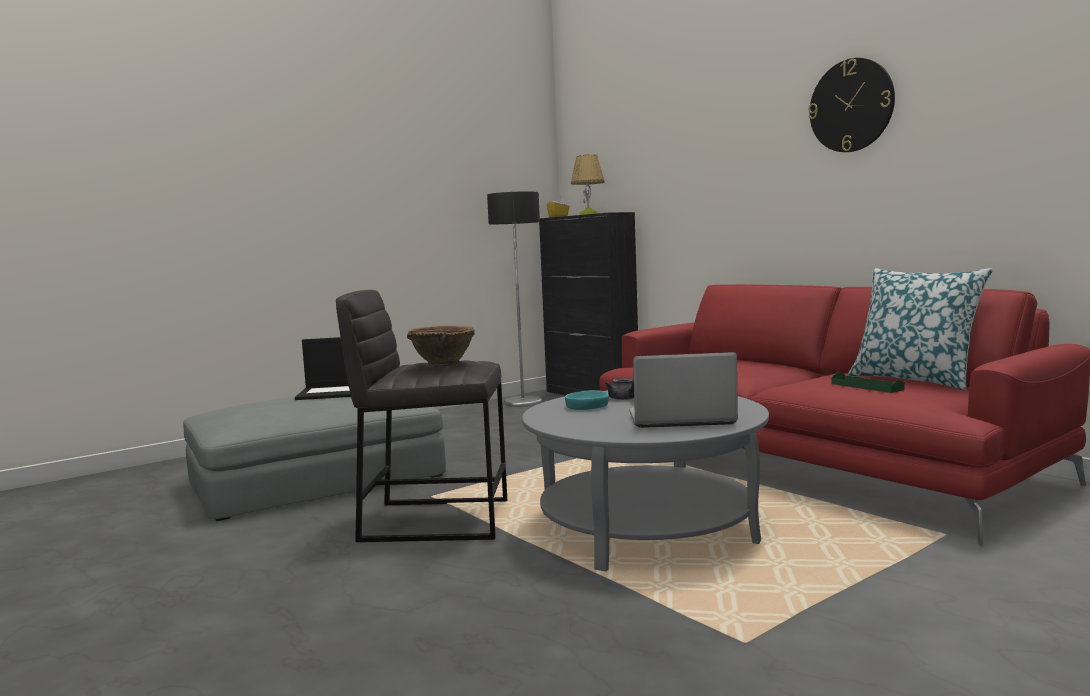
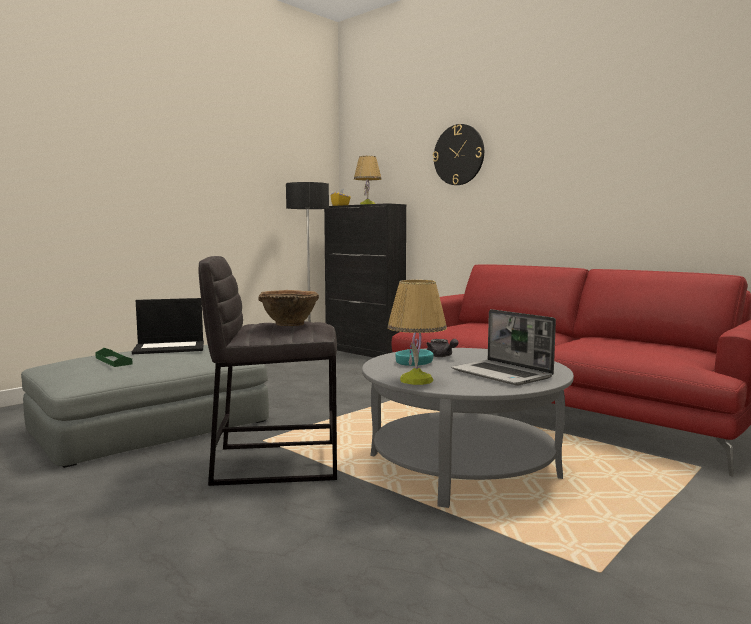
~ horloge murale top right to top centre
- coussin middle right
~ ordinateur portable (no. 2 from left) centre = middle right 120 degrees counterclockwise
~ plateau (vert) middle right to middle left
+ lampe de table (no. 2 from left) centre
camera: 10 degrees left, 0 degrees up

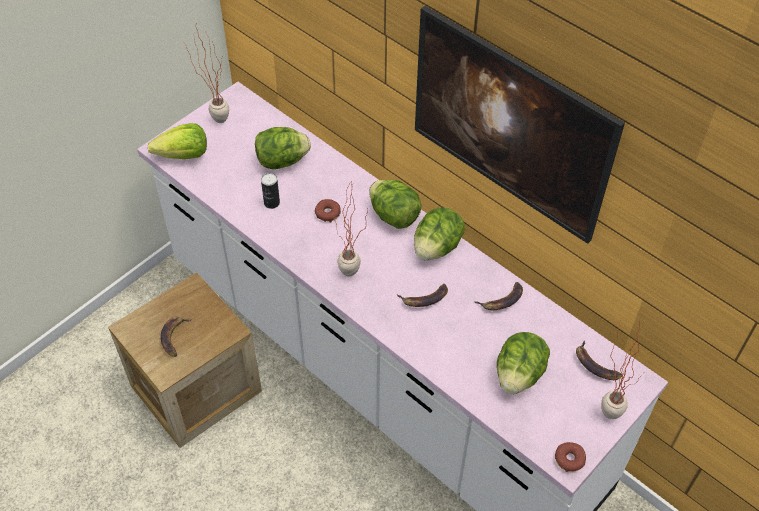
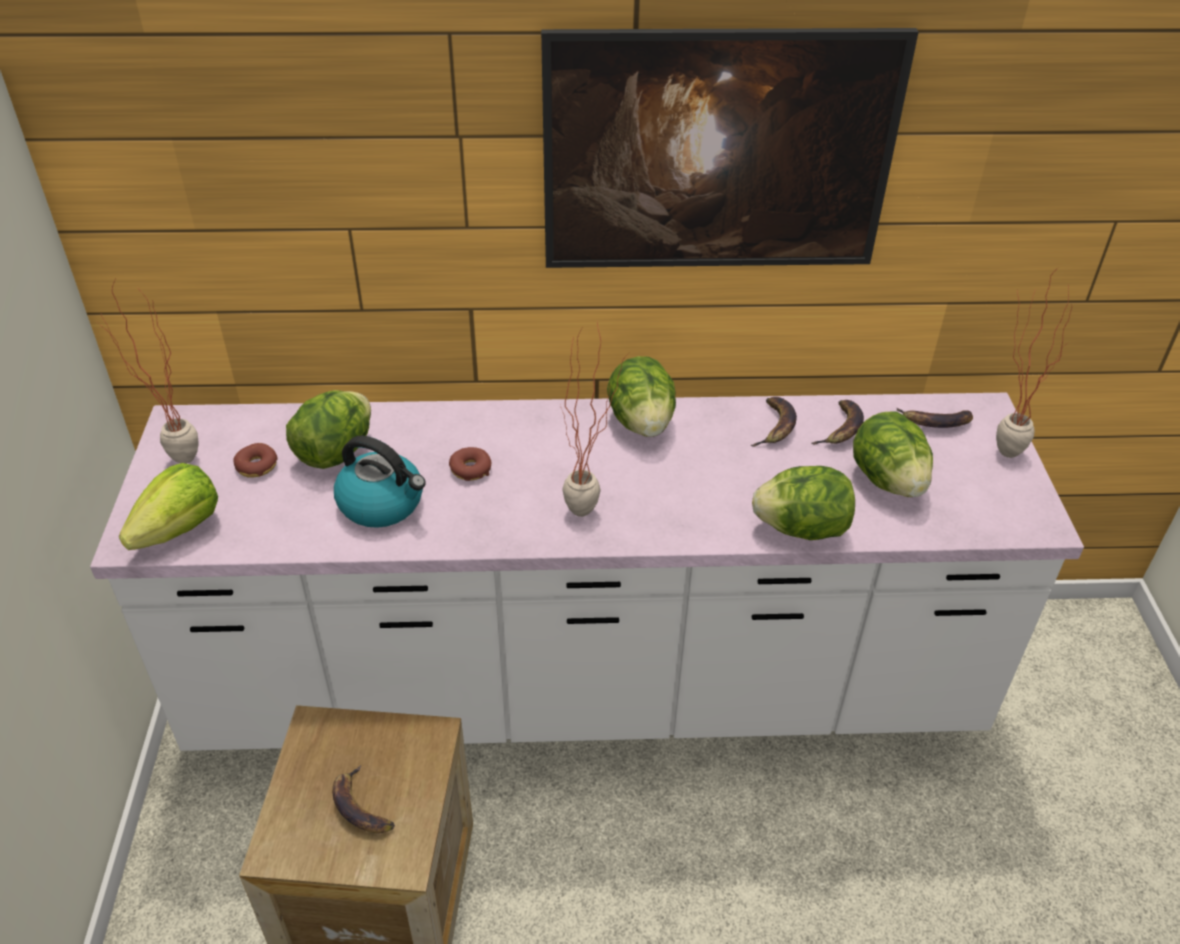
~ boîte métallique centre to bouilloire middle left
~ laitue (no. 3 from left in the first image) centre to laitue (no. 4 from left) middle right
~ banane (no. 2 from left in the first image) centre to banane (no. 3 from left) middle right
~ beignet (no. 2 from left in the first image) bottom right to beignet (no. 1 from left) middle left
camera: 45 degrees left, 10 degrees down

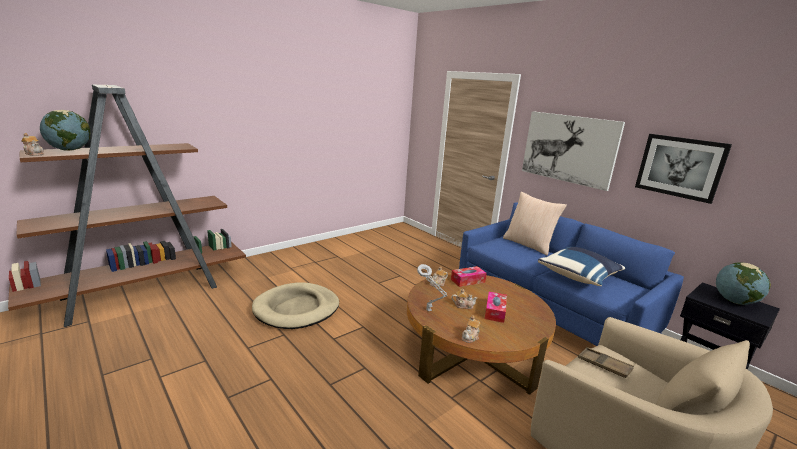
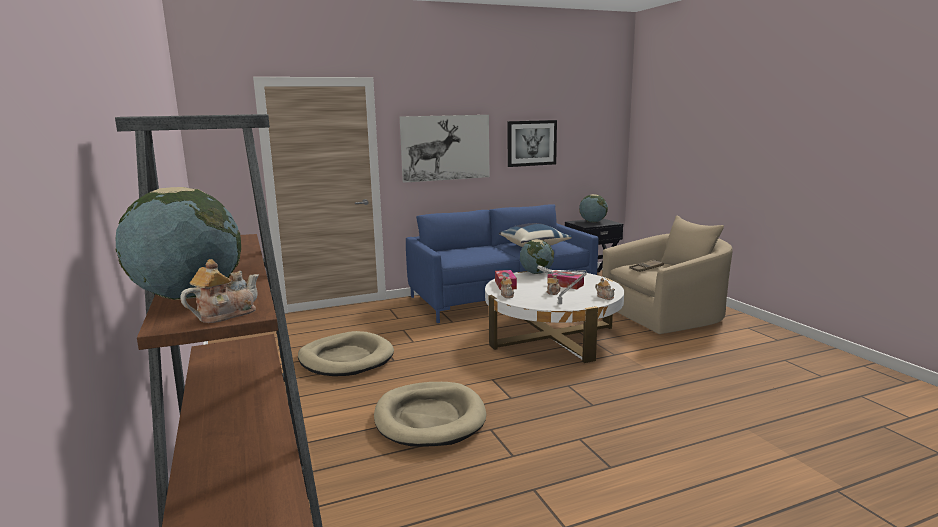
- coussin (beige) middle right
~ table basse (marron) bottom centre to table basse (blanc) centre
+ globe (no. 2 from left) centre
+ panier pour chien (beige) (no. 1 from left) bottom centre
camera: 70 degrees left, 5 degrees down

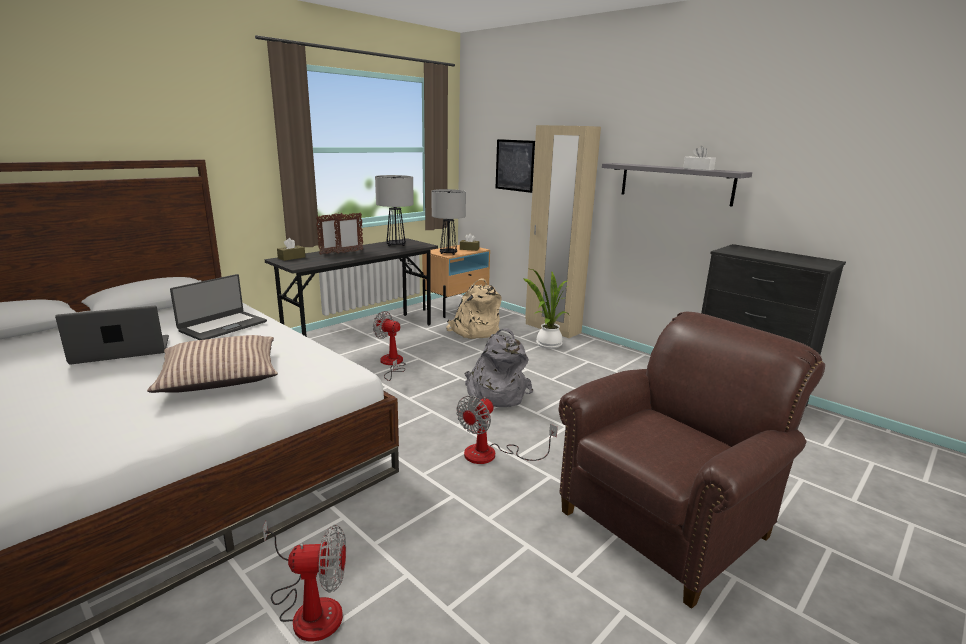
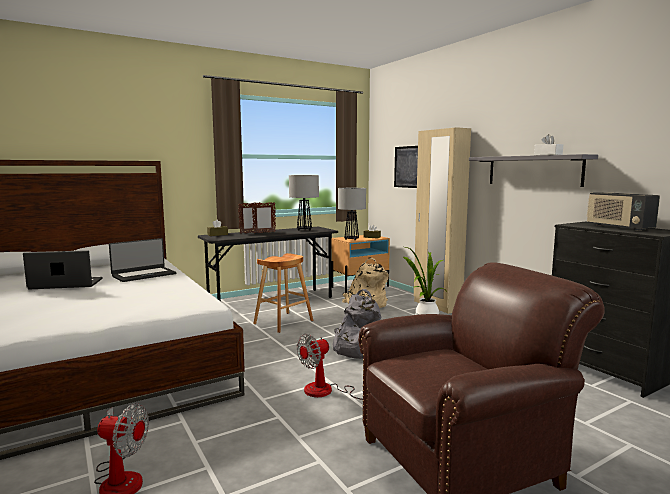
~ ventilateur (no. 2 from left) centre to tabouret (marron) centre
- coussin middle left
+ radio middle right
camera: 15 degrees right, 10 degrees down

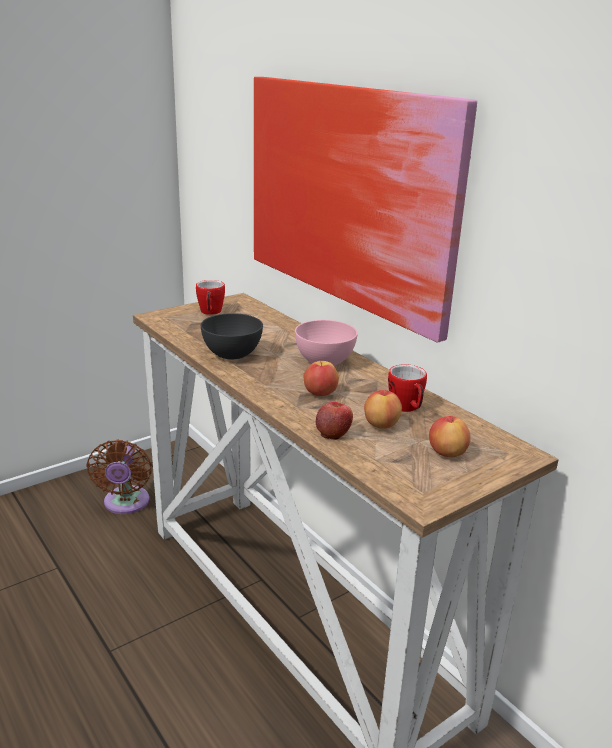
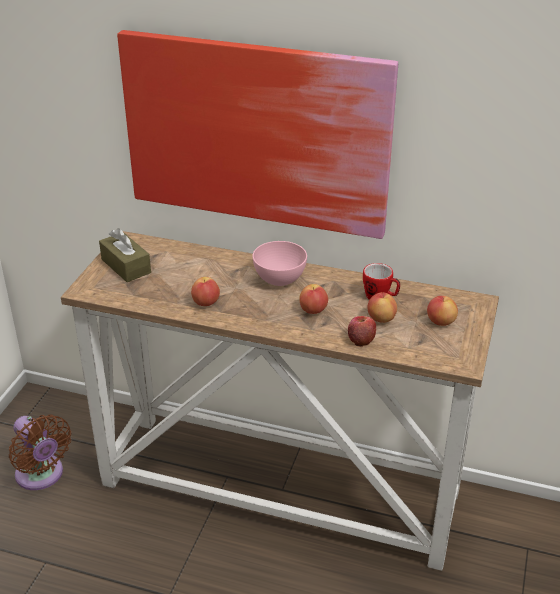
~ mug (no. 1 from left) centre to boîte à mouchoirs (marron) middle left
~ bol (gris) centre to pomme (no. 1 from left) centre
camera: 35 degrees left, 10 degrees up

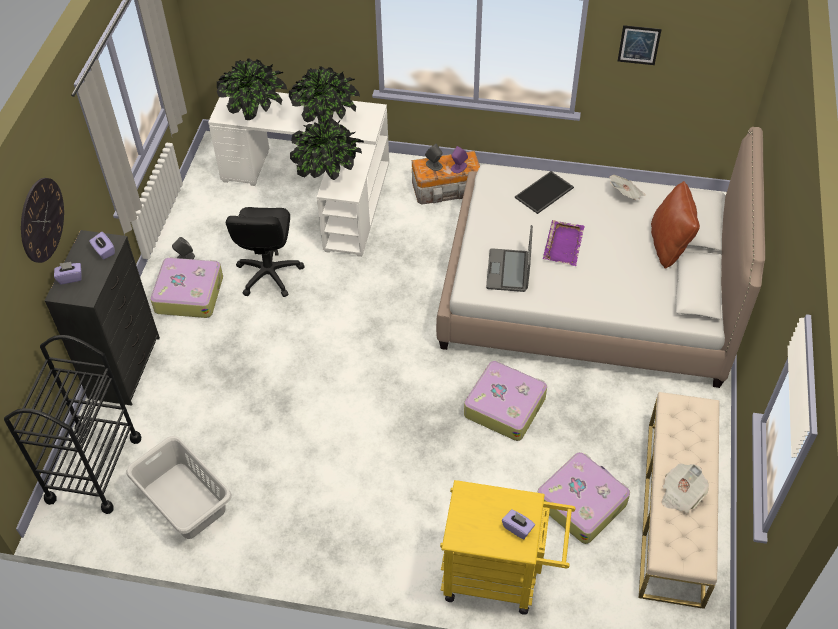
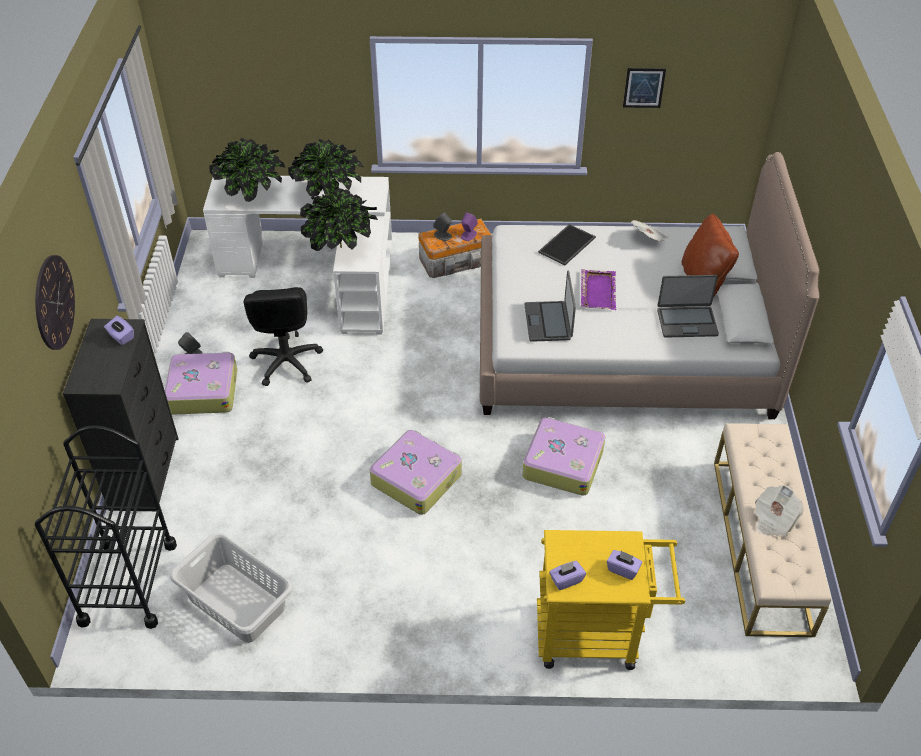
~ boîte à mouchoirs (violet) (no. 1 from left in the first image) middle left to boîte à mouchoirs (violet) (no. 2 from left) bottom centre
~ valise (no. 3 from left in the first image) bottom right to valise (no. 2 from left) centre
+ ordinateur portable (no. 2 from left) middle right
camera: 10 degrees left, 5 degrees down

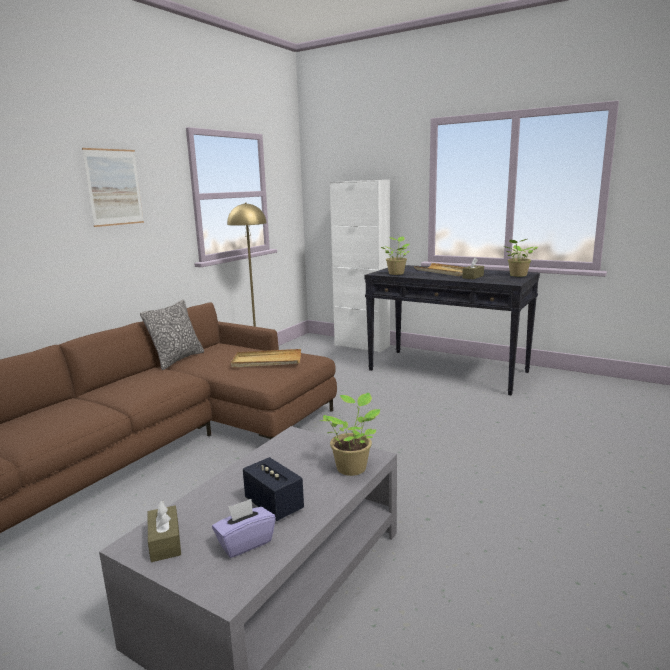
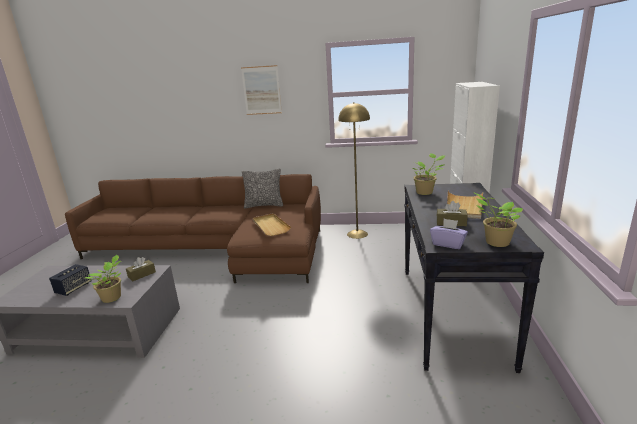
~ boîte à mouchoirs (violet) bottom centre to middle right
~ boîte à mouchoirs (marron) (no. 1 from left) bottom left to middle left
camera: 65 degrees right, 5 degrees up

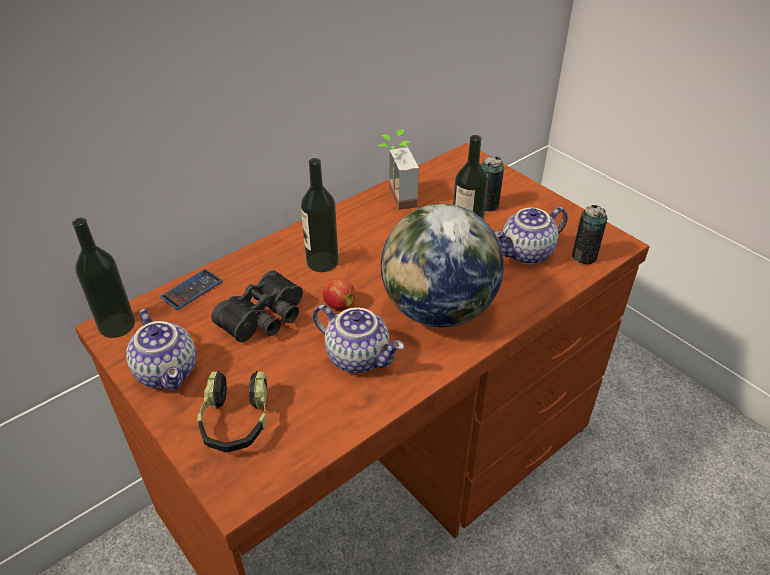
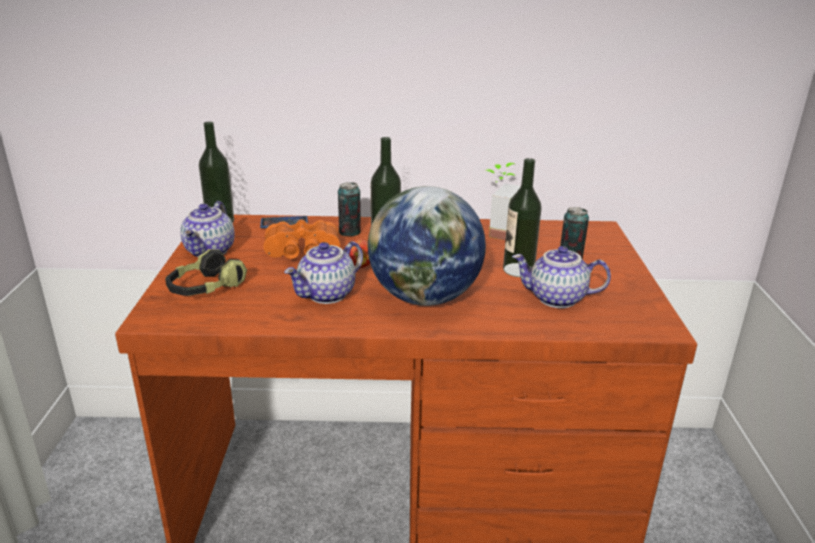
~ boîte métallique (no. 2 from left in the first image) middle right to boîte métallique (no. 1 from left) centre
~ jumelles (noir) centre to jumelles (orange) centre
~ théière (no. 2 from left) centre = centre 60 degrees clockwise
camera: 40 degrees right, 15 degrees down

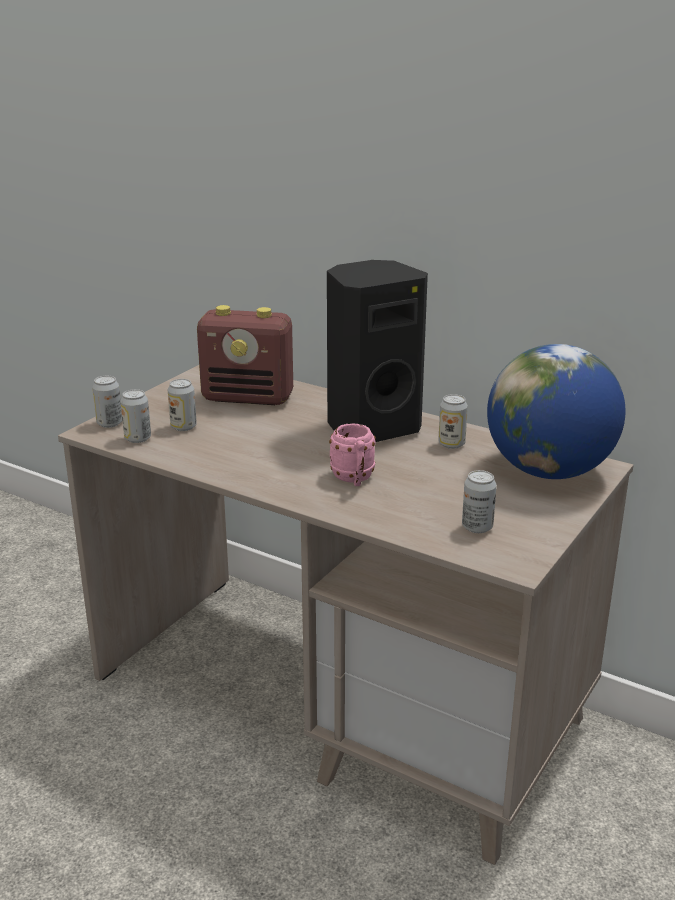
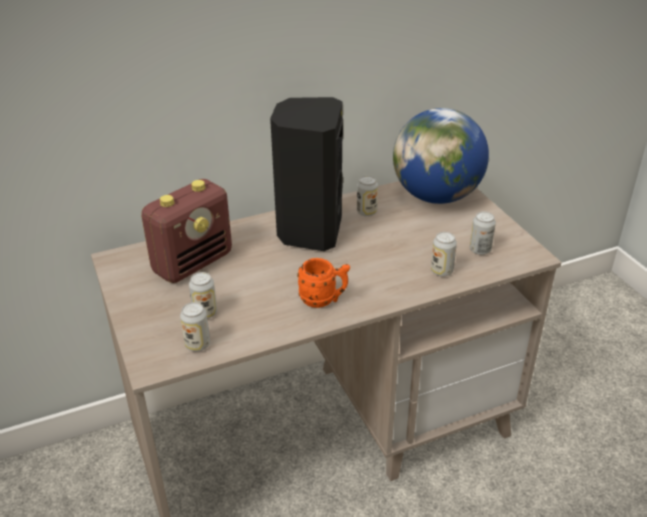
~ boîte métallique (no. 1 from left in the first image) middle left to boîte métallique (no. 4 from left) middle right
- mug (rose) centre
+ mug (orange) centre
camera: 55 degrees left, 10 degrees up

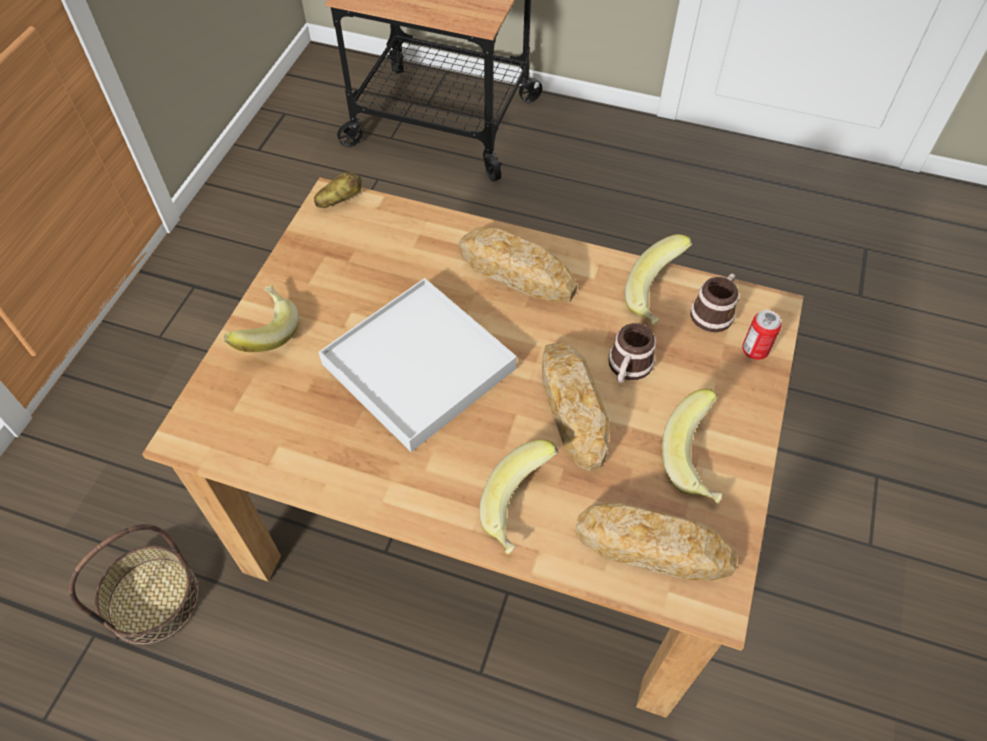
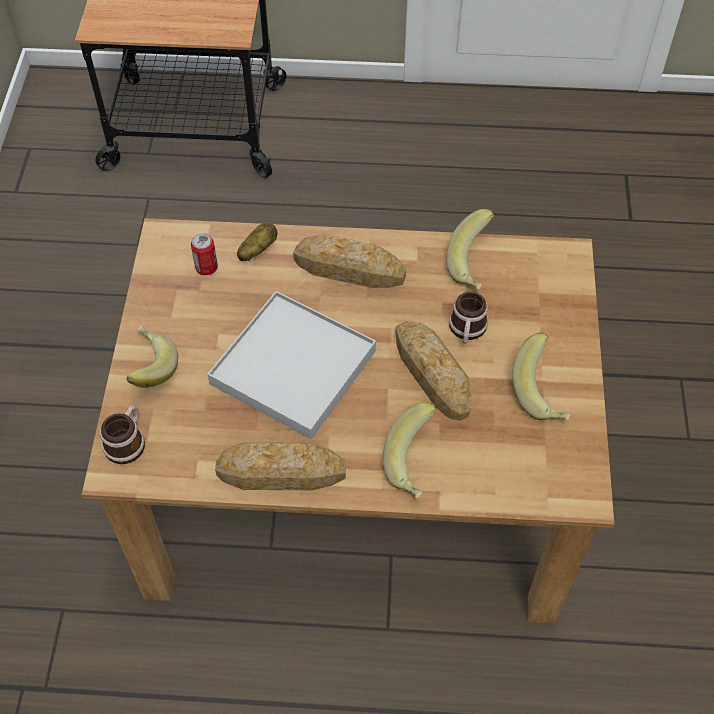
~ pomme de terre top centre to centre
~ mug (no. 2 from left in the first image) middle right to mug (no. 1 from left) middle left
~ boîte métallique middle right to middle left
~ pain (no. 3 from left in the first image) bottom centre to pain (no. 1 from left) centre
- panier bottom left
camera: 15 degrees left, 0 degrees up

